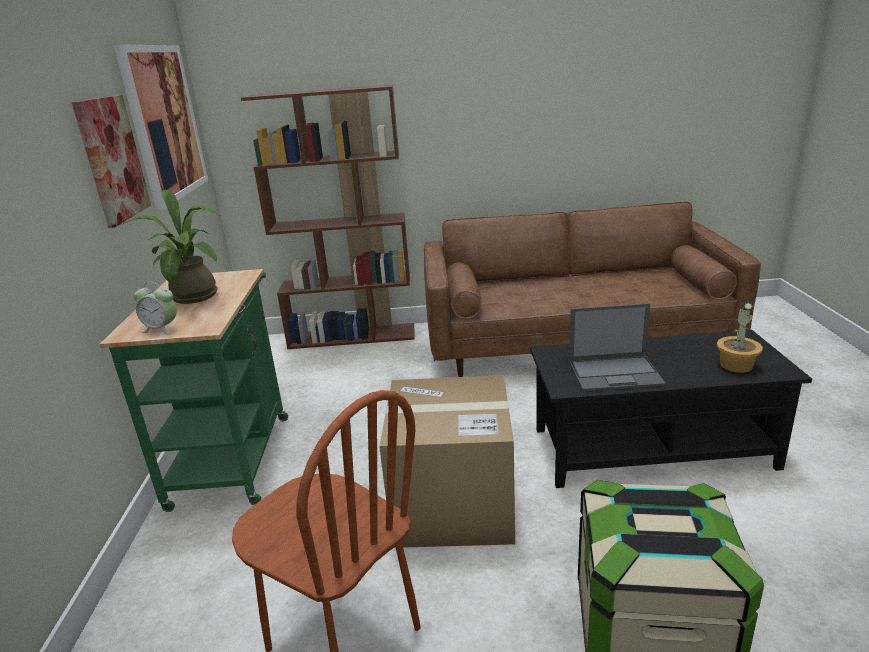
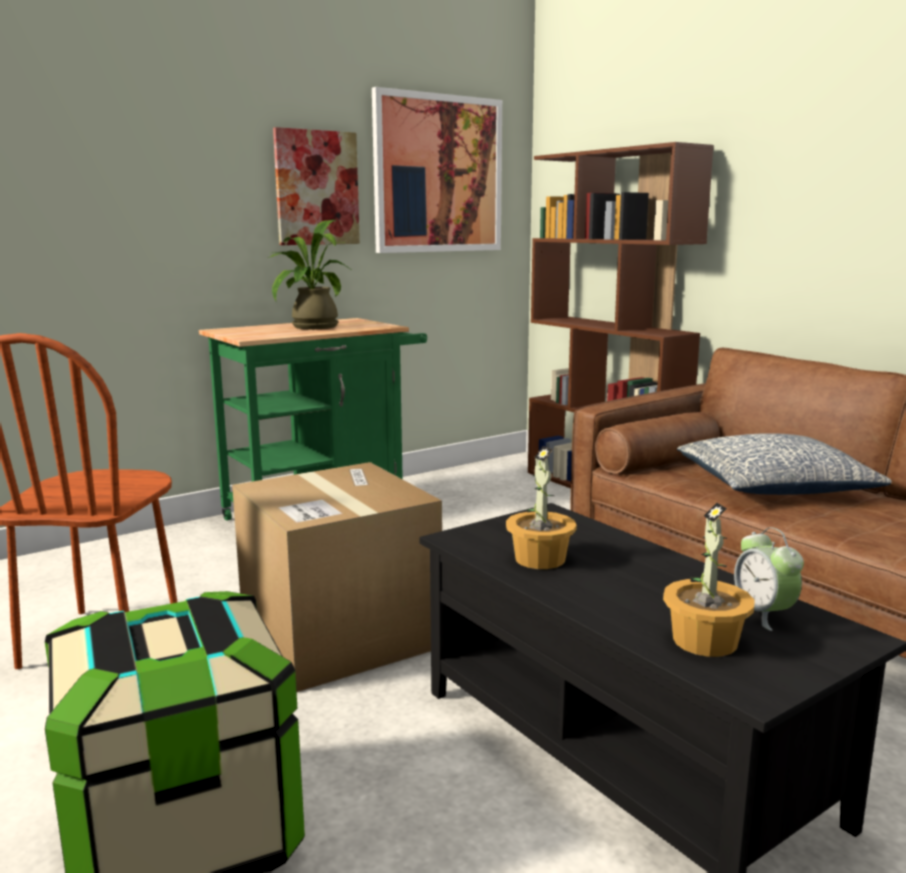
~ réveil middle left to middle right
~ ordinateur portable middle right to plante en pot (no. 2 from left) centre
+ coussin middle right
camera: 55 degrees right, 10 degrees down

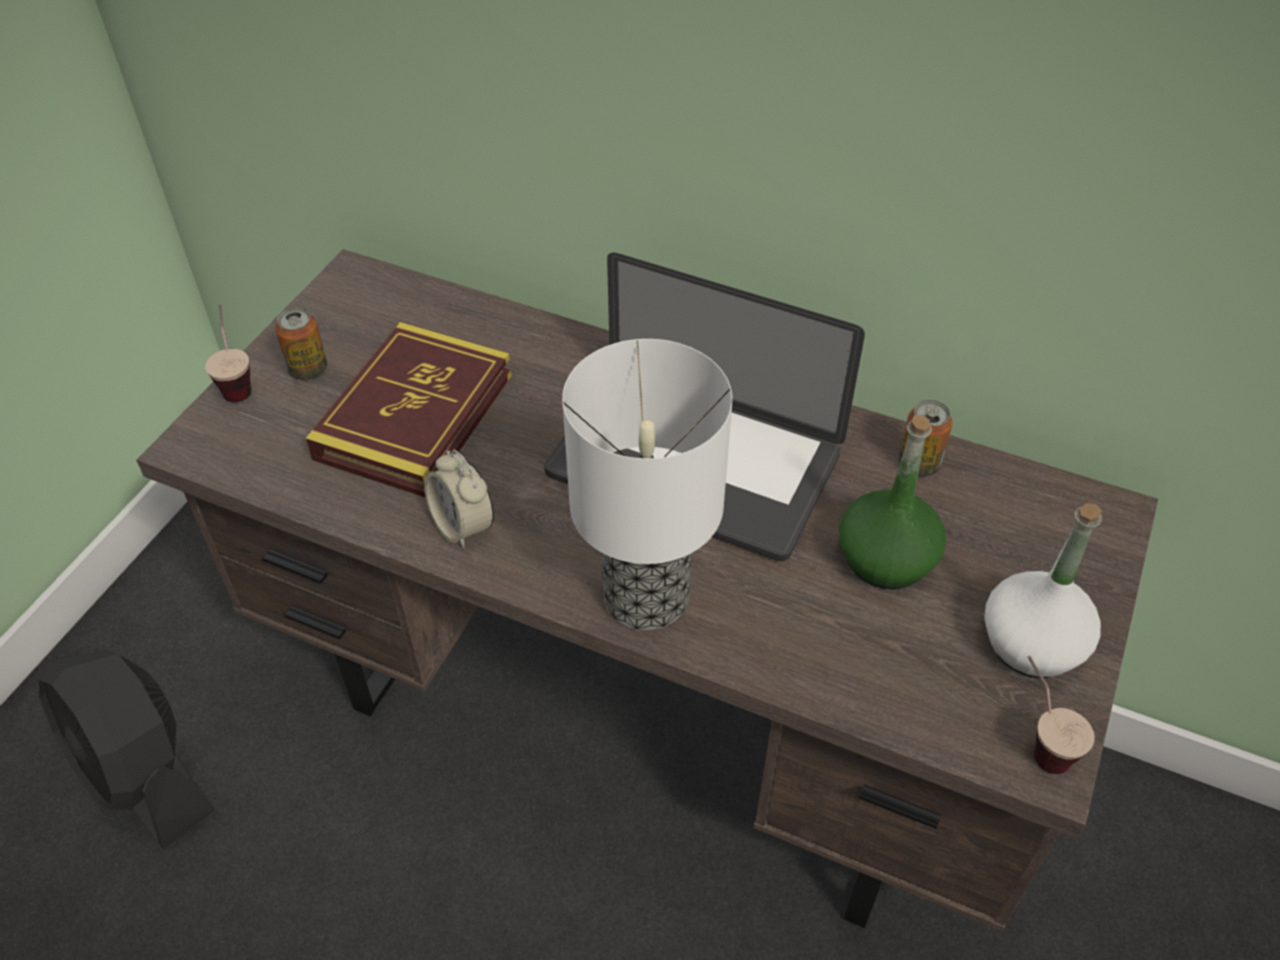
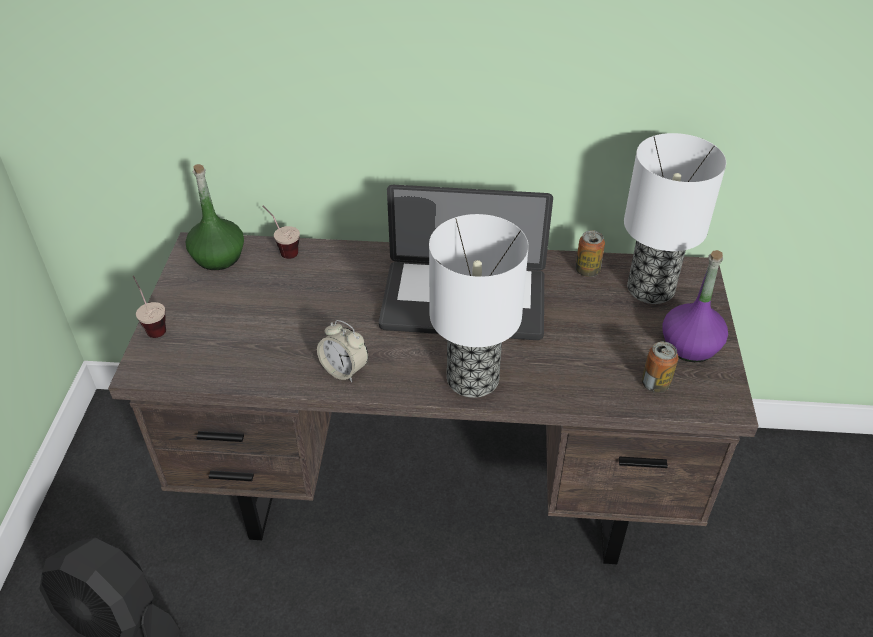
~ boîte métallique (no. 1 from left in the first image) middle left to boîte métallique (no. 2 from left) middle right
- livre middle left
~ bouteille (vert) middle right to middle left
~ bouteille (blanc) middle right to bouteille (violet) middle right
~ tasse (no. 2 from left) bottom right to middle left
+ lampe de table (no. 2 from left) middle right
camera: 20 degrees left, 5 degrees down

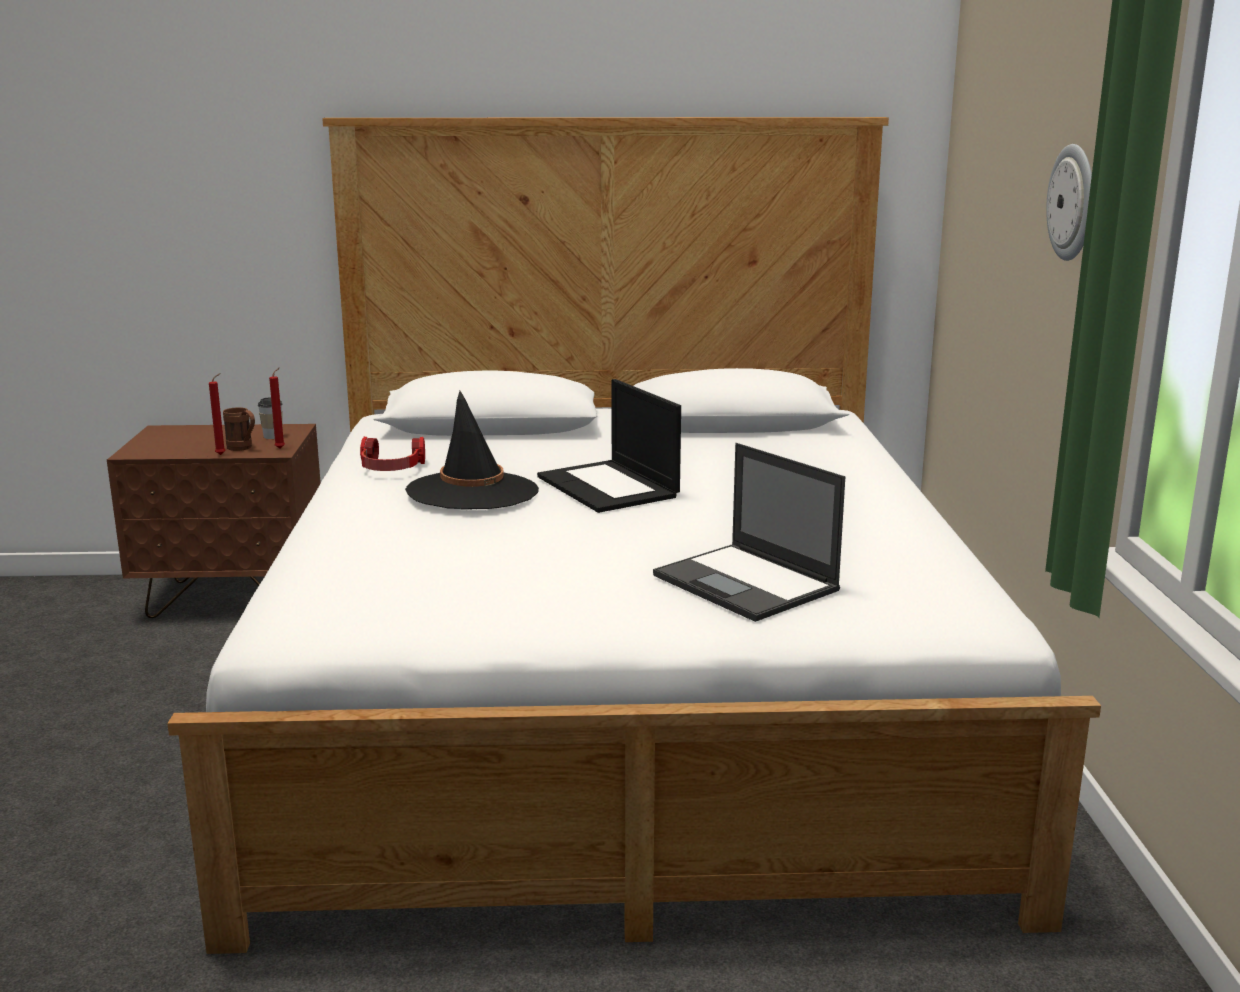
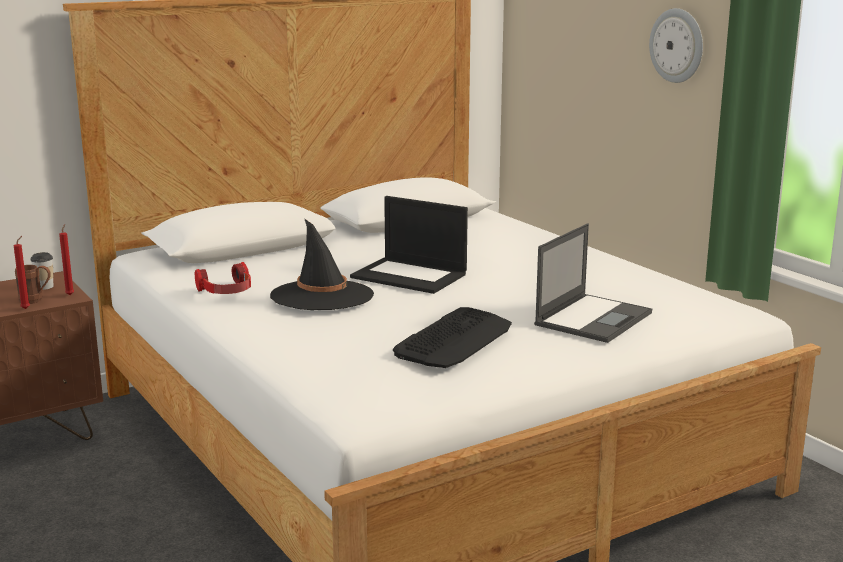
~ ordinateur portable (no. 2 from left) centre = middle right 75 degrees counterclockwise
+ clavier centre
camera: 30 degrees left, 0 degrees up

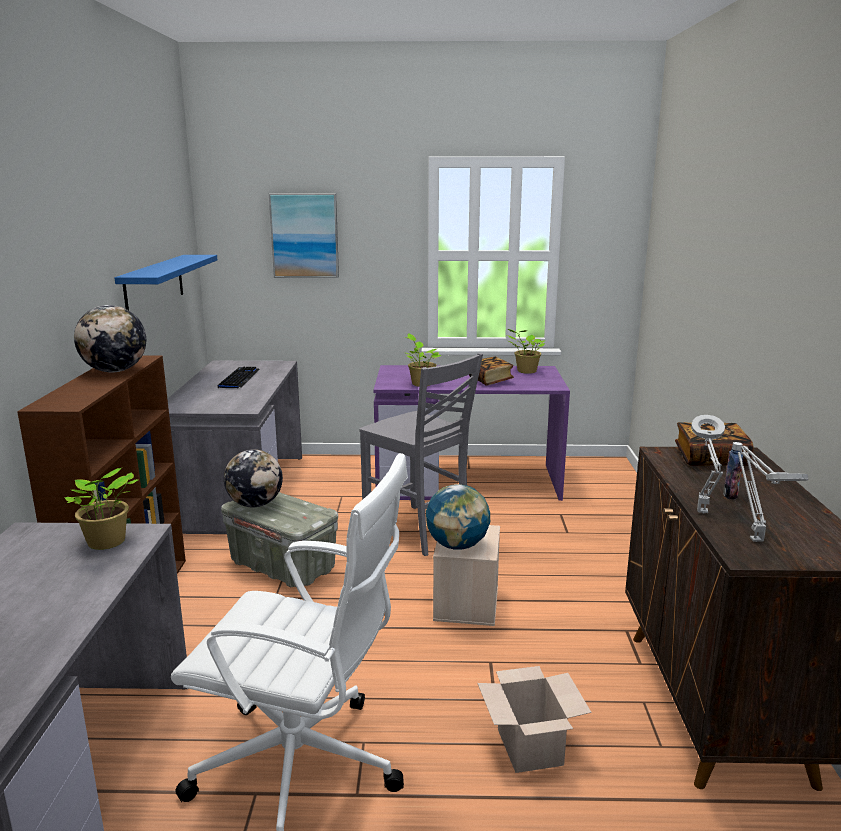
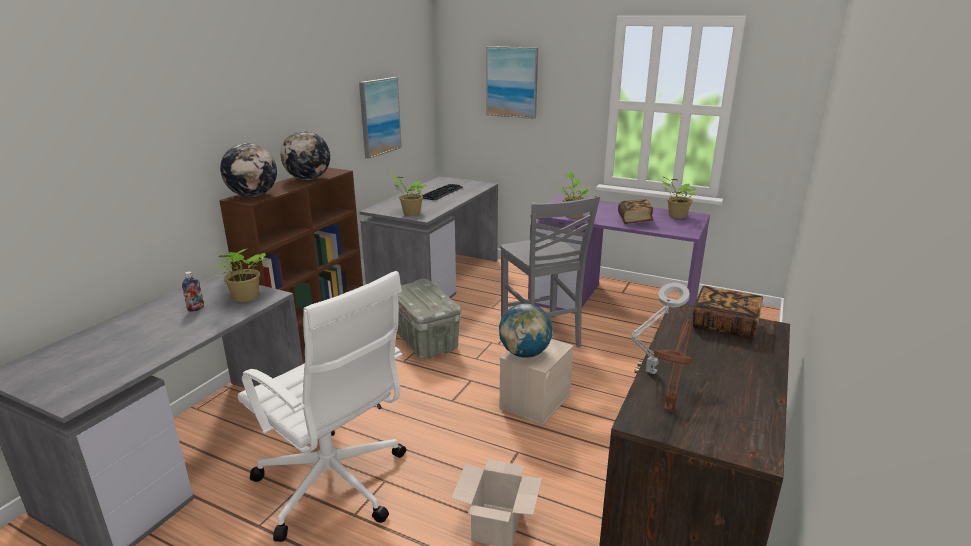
~ étagère (bleu) middle left to tableau (no. 1 from left) top centre
~ bouteille middle right to middle left
~ lampe de table (gris) (no. 2 from left) middle right to lampe de table (marron) bottom right
~ globe (no. 2 from left in the first image) middle left to globe (no. 1 from left) top left
+ plante en pot (no. 2 from left) centre
camera: 25 degrees right, 5 degrees up

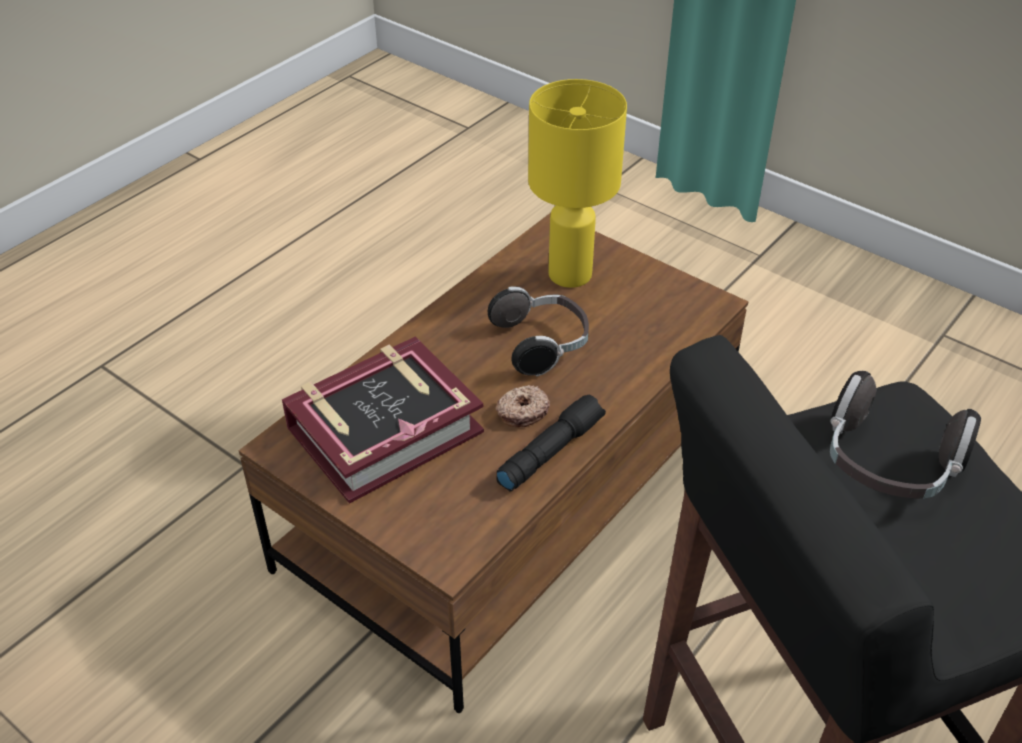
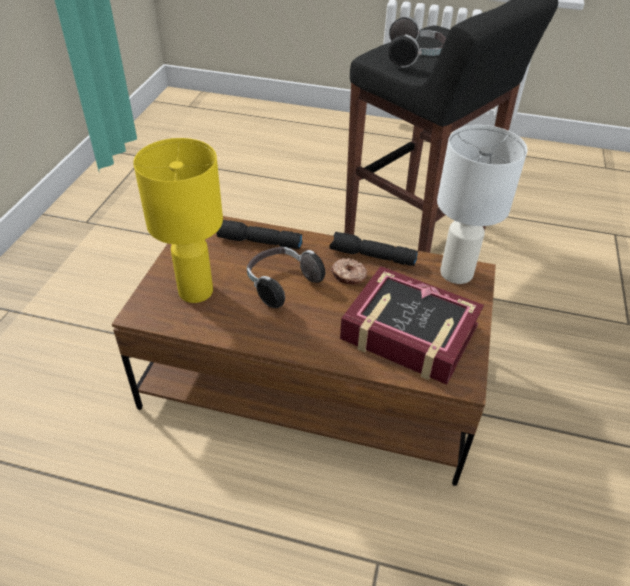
+ lampe de table (blanc) middle right
+ lampe de poche (noir) (no. 1 from left) centre
camera: 115 degrees left, 0 degrees up

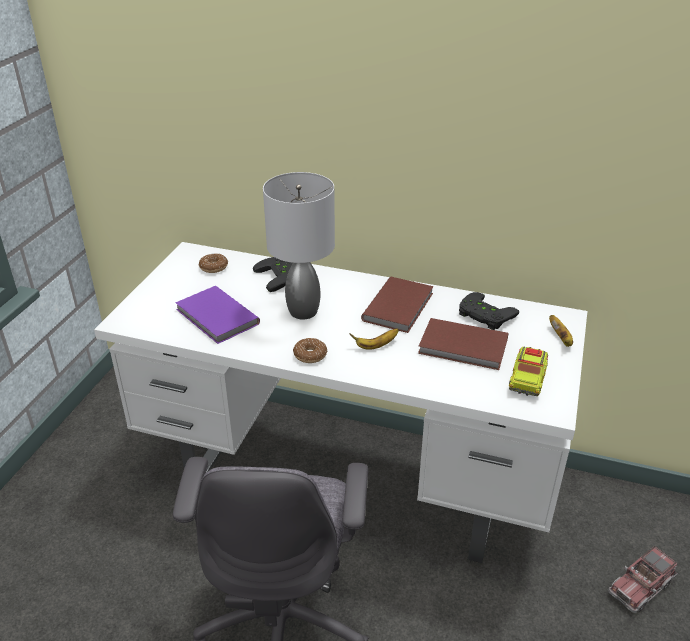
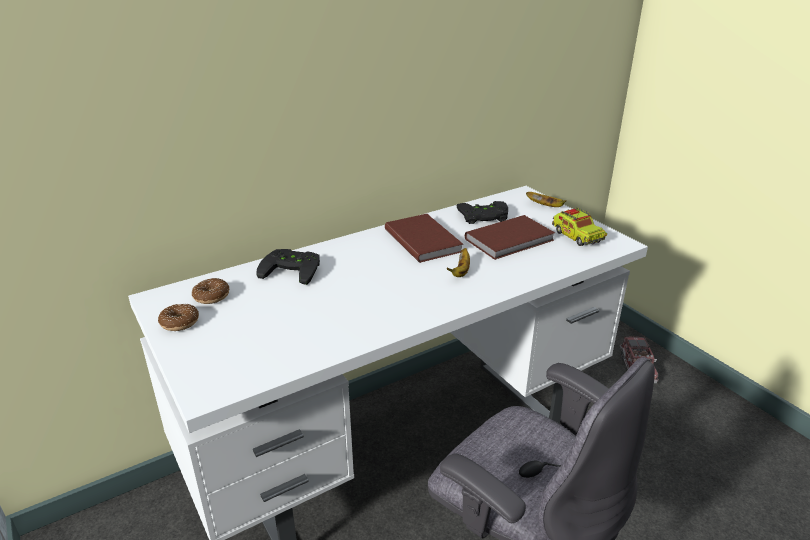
- lampe de table (gris) centre
- livre (violet) middle left
~ beignet (no. 2 from left in the first image) centre to beignet (no. 1 from left) middle left
camera: 50 degrees left, 5 degrees down

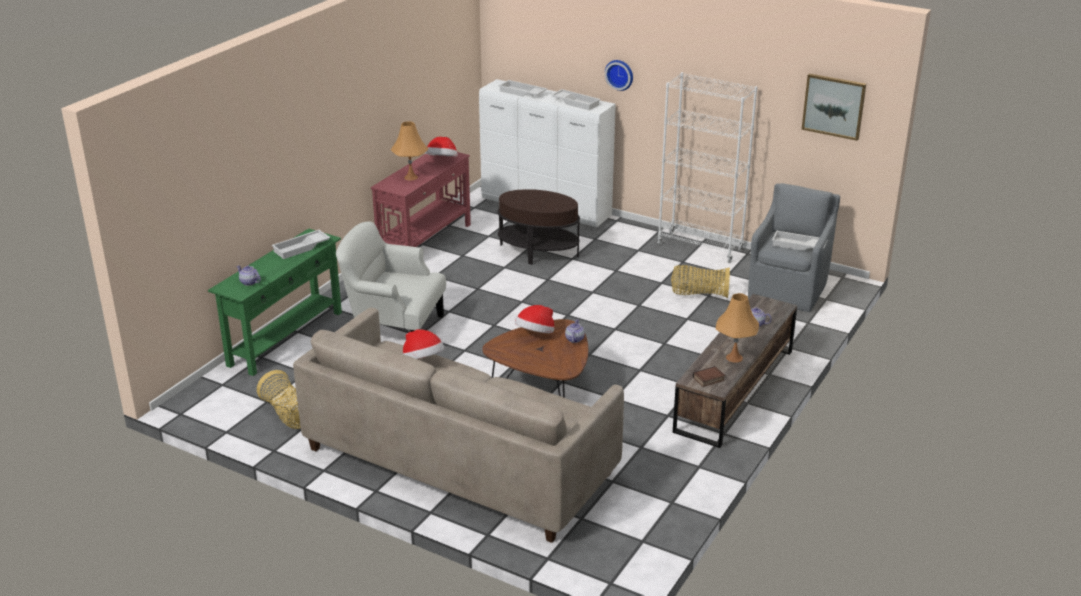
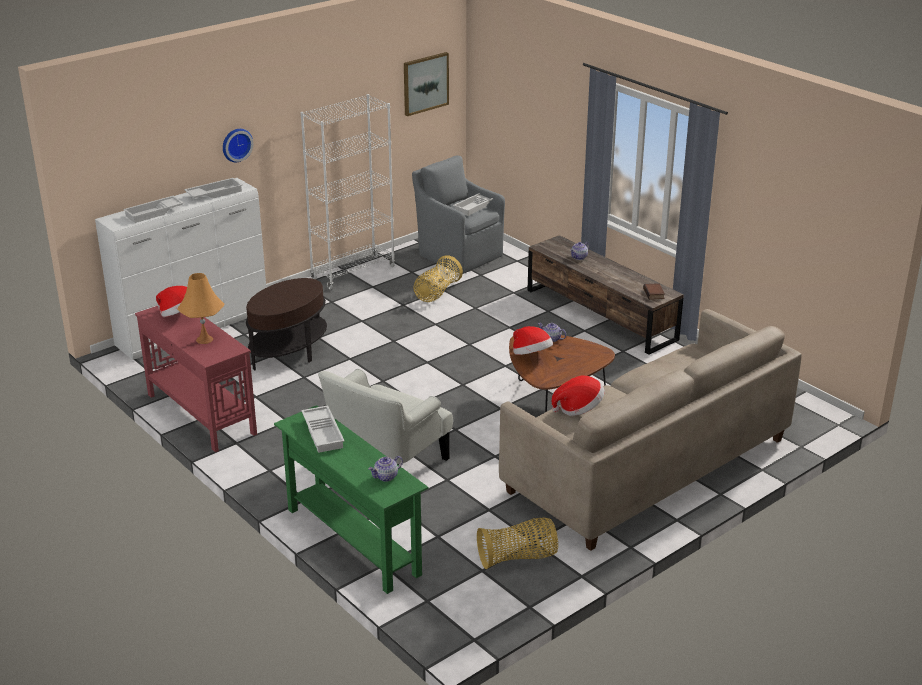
- lampe de table (orange) (no. 2 from left) middle right
camera: 70 degrees left, 0 degrees up

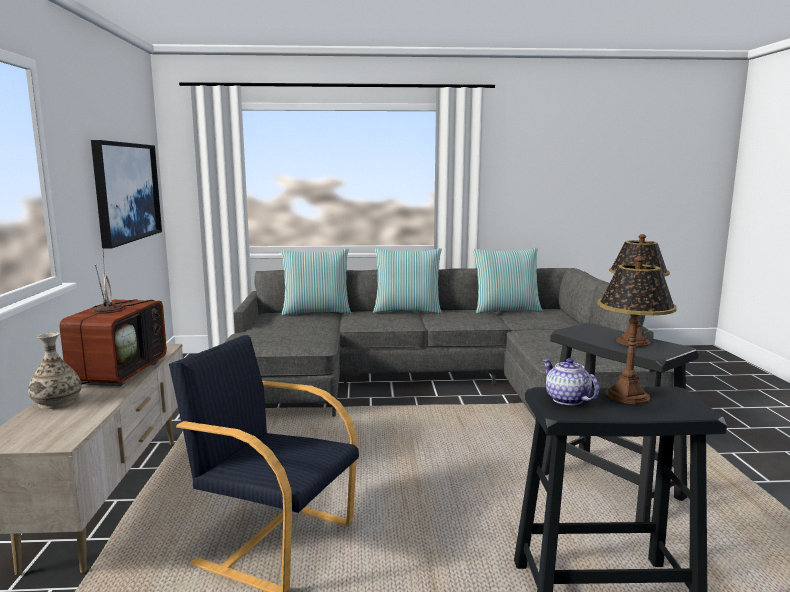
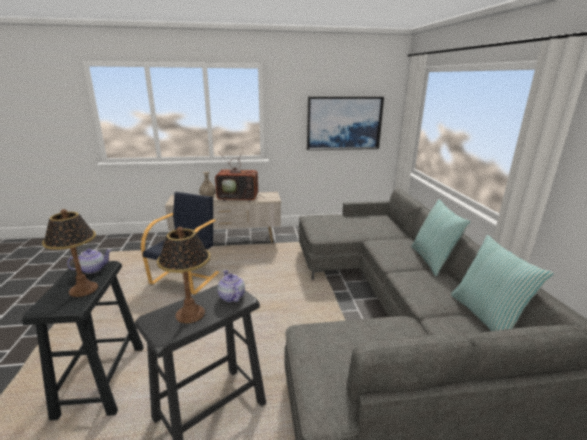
- coussin (no. 1 from left) centre
+ théière (no. 2 from left) centre
camera: 85 degrees right, 10 degrees up

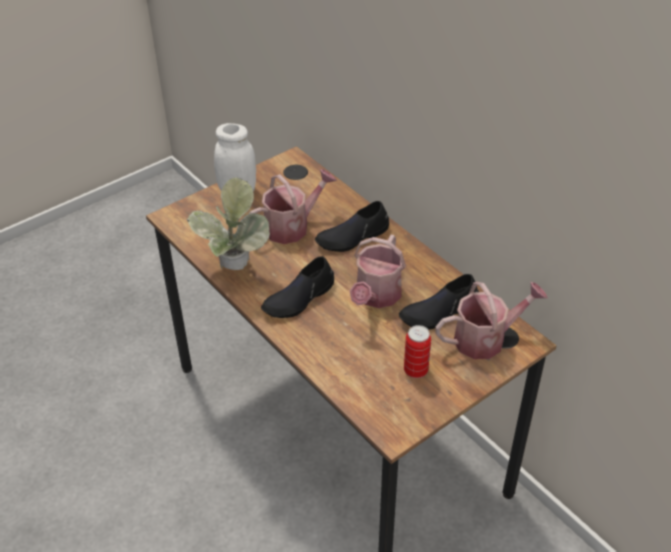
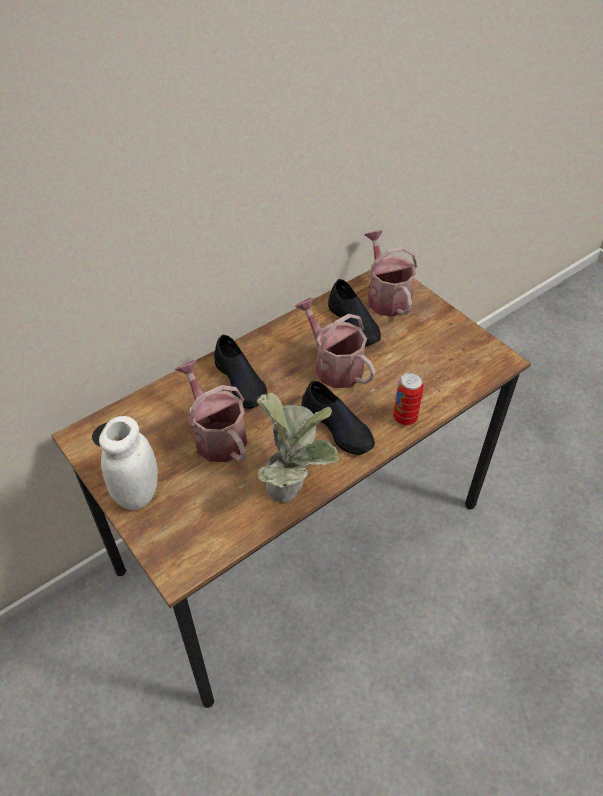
~ arrosoir (no. 2 from left) centre = centre 150 degrees counterclockwise
~ boîte métallique centre to middle right
camera: 90 degrees left, 5 degrees up

